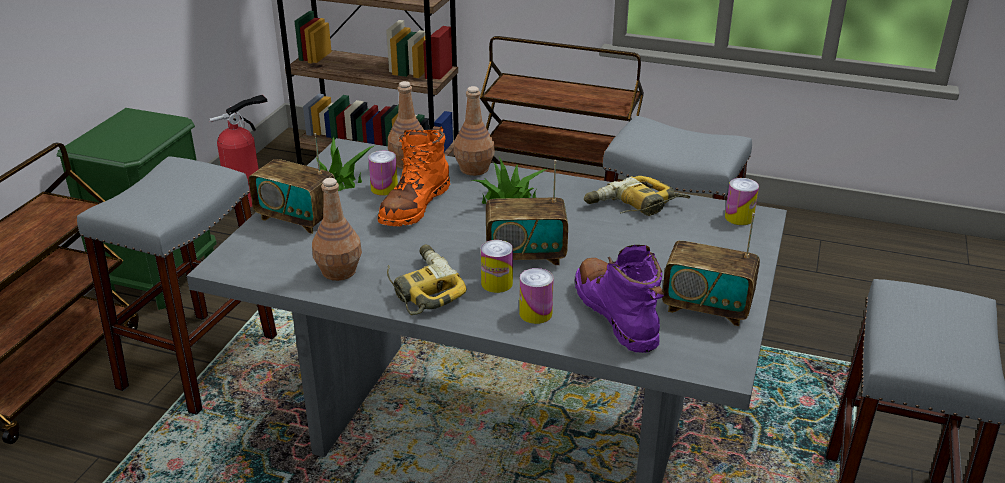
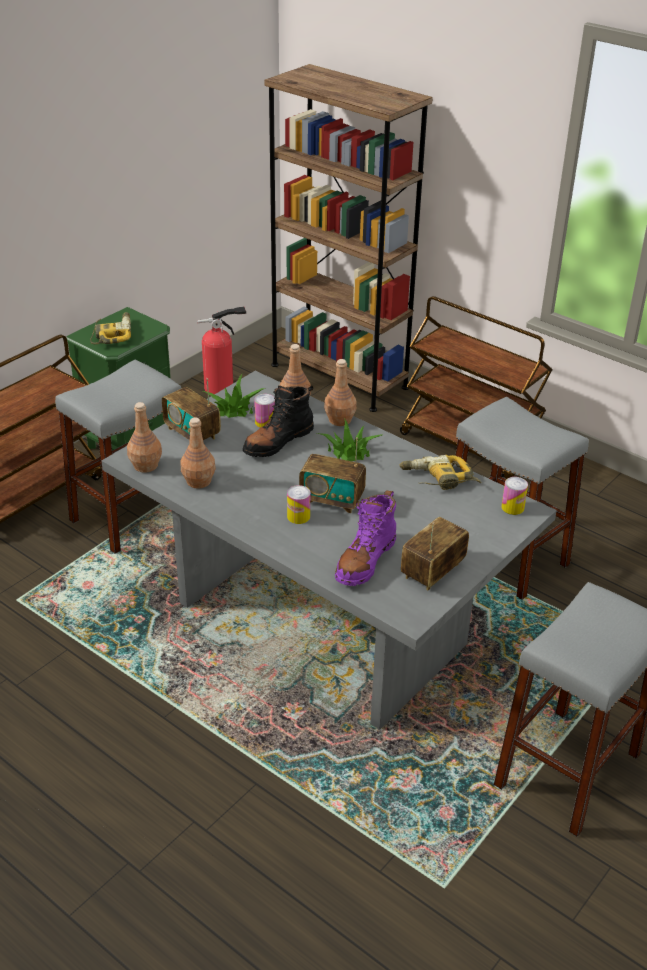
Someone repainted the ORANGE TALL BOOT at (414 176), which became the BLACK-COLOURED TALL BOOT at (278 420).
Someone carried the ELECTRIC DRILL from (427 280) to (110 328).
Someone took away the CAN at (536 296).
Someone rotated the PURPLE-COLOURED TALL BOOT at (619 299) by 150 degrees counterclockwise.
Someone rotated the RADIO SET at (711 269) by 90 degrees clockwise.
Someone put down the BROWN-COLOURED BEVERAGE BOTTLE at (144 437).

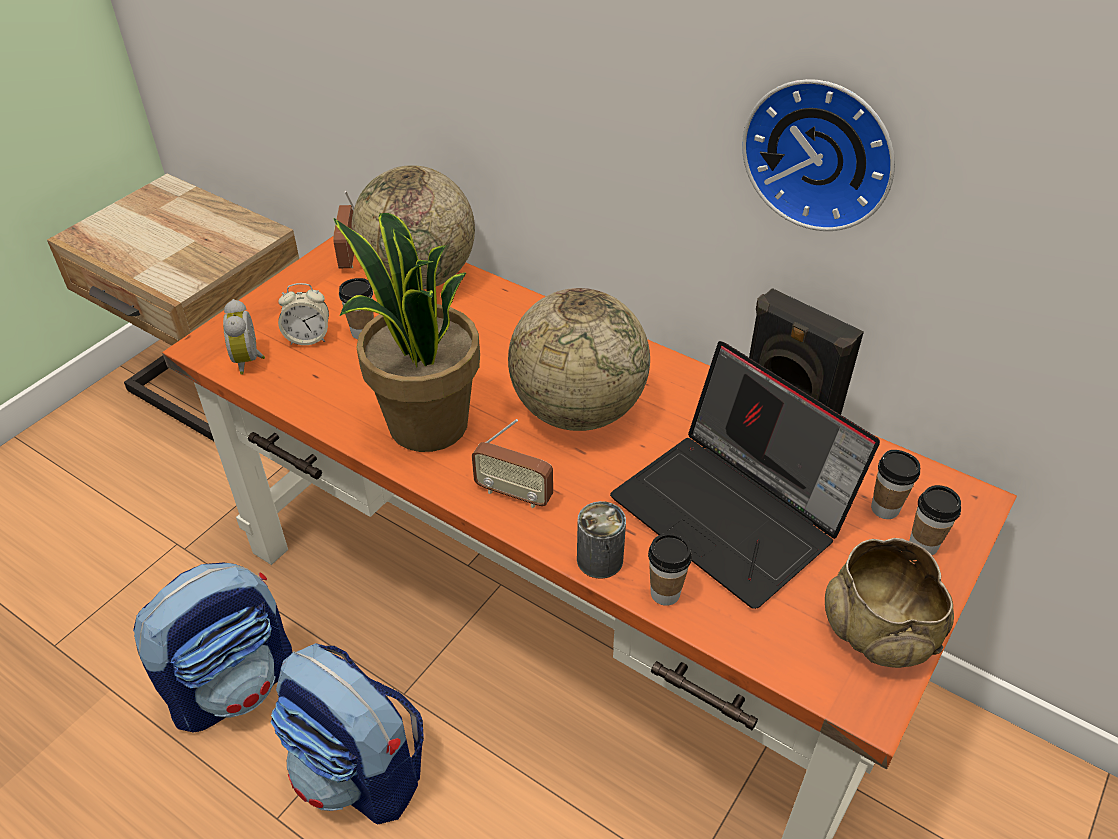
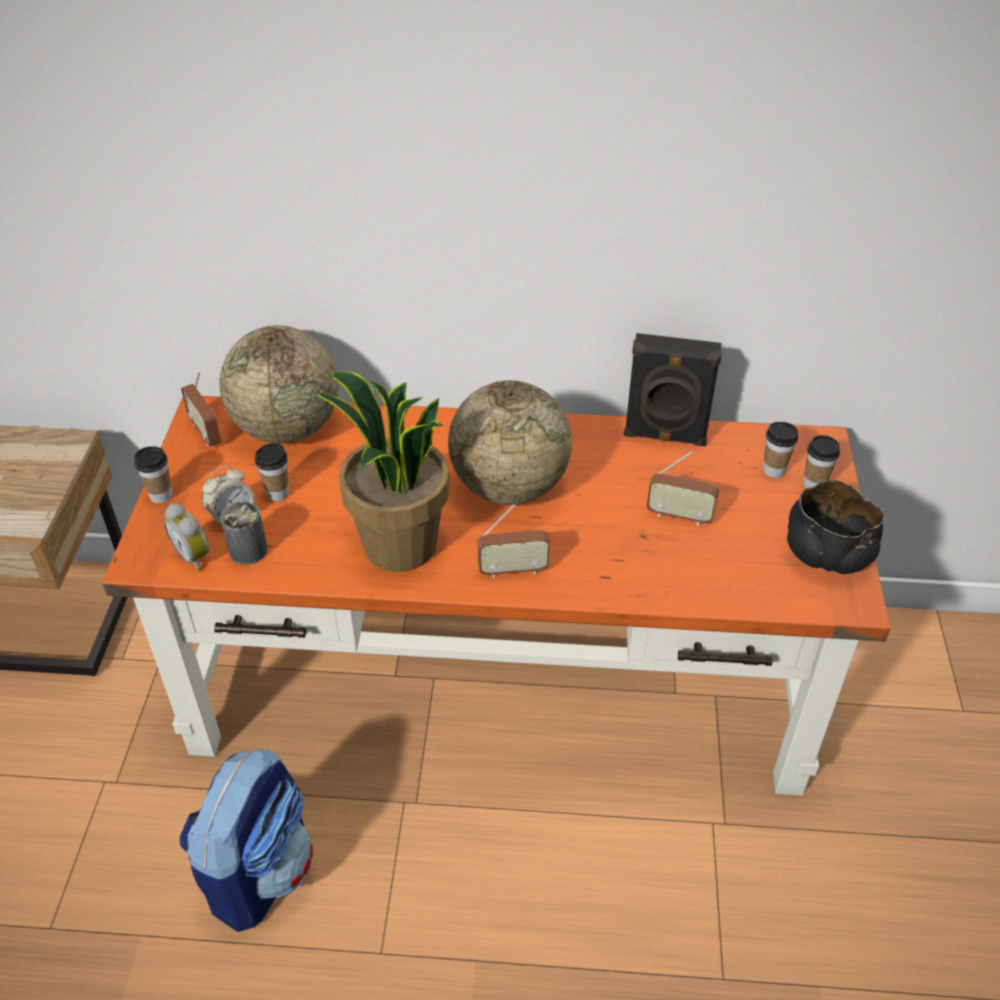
Someone took away the KNAPSACK at (347 733).
Someone carried the CAN from (601 540) to (244 533).
Someone swapped the NOTEBOOK COMPUTER at (745 475) for the RADIO SET at (683 488).
Someone carried the CUP from (670 569) to (153 475).
Someone took away the CLOCK ON THE WALL at (818 155).
Someone repainted the BEIGE BOWL at (889 603), which became the BLACK-COLOURED BOWL at (835 527).

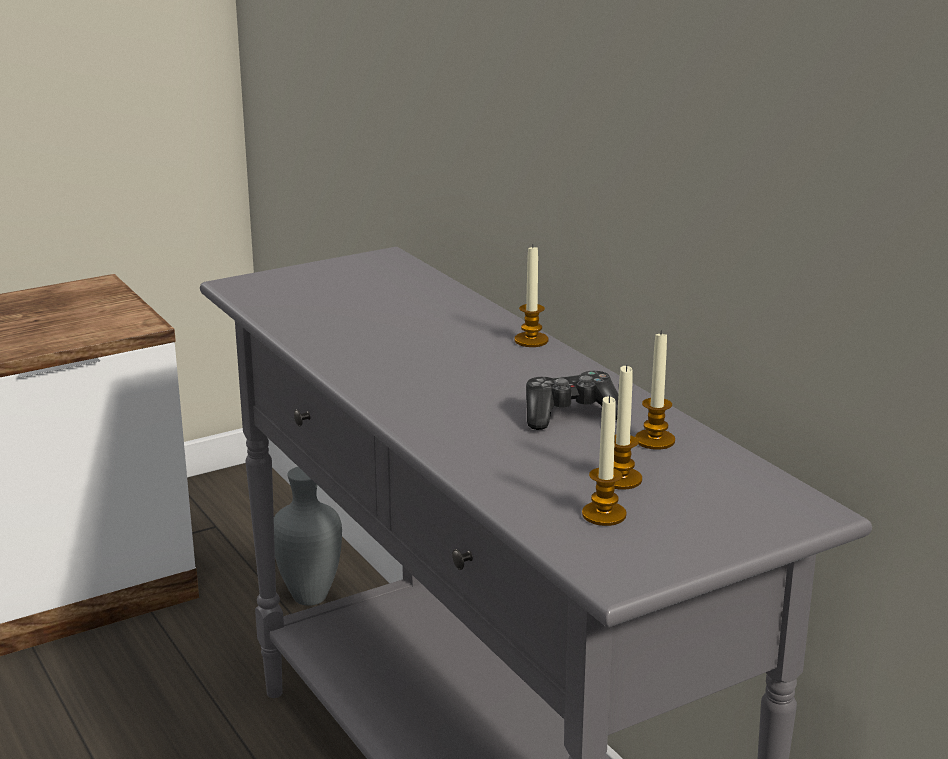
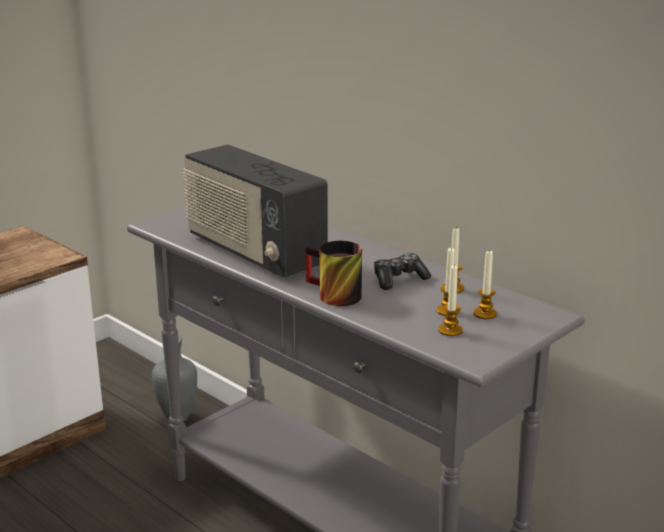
Someone carried the WAX LIGHT from (531 296) to (485 284).
Someone put down the RADIO SET at (255 211).
Someone put down the COFFEE MUG at (334 273).

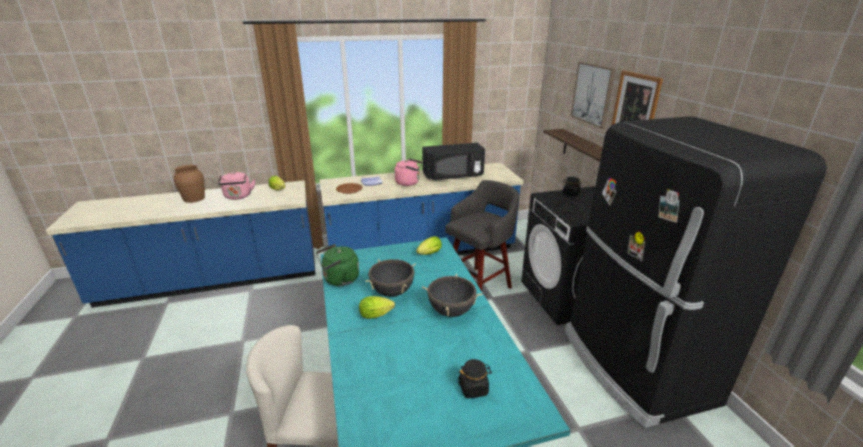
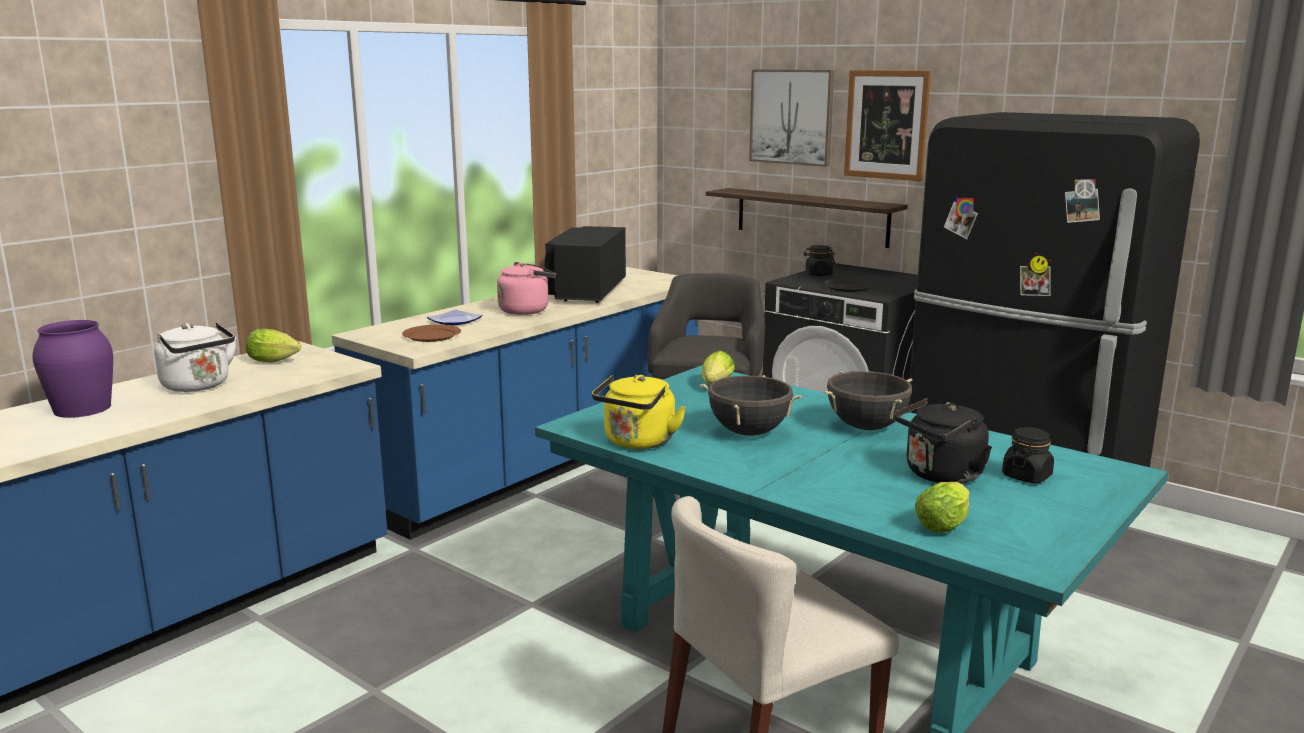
Someone repainted the BROWN-COLOURED DECORATIVE VASE at (189 184), which became the PURPLE-COLOURED DECORATIVE VASE at (72 369).
Someone repainted the PINKISH KETTLE at (236 186), which became the WHITISH KETTLE at (195 357).
Someone repainted the GREEN KETTLE at (337 265), which became the YELLOW KETTLE at (639 412).
Someone carried the HEAD OF LETTUCE from (377 307) to (942 507).
Someone rotated the BLACK-COLOURED MICROWAVE OVEN at (453 161) by 150 degrees clockwise.
Someone put down the BLACK-COLOURED KETTLE at (943 441).

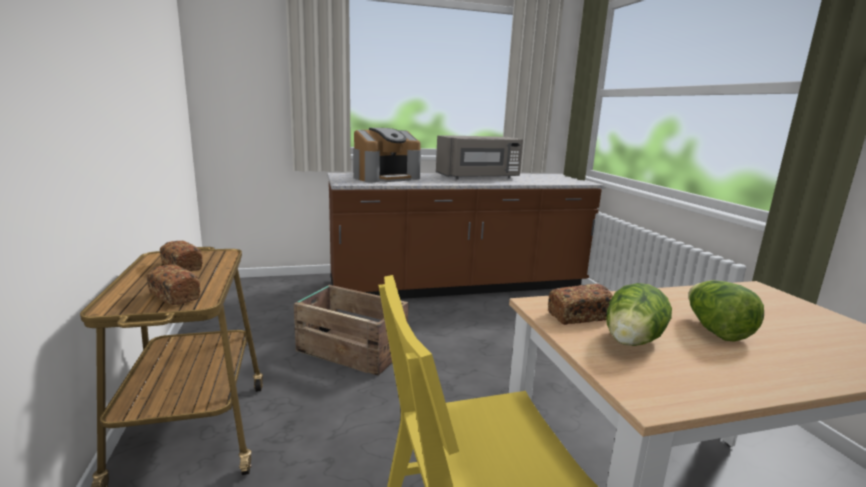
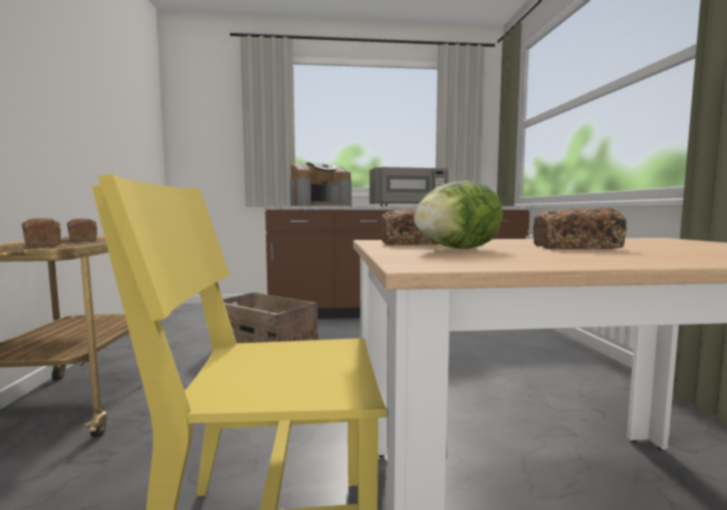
Someone swapped the HEAD OF LETTUCE at (726 311) for the BREAD at (580 228).

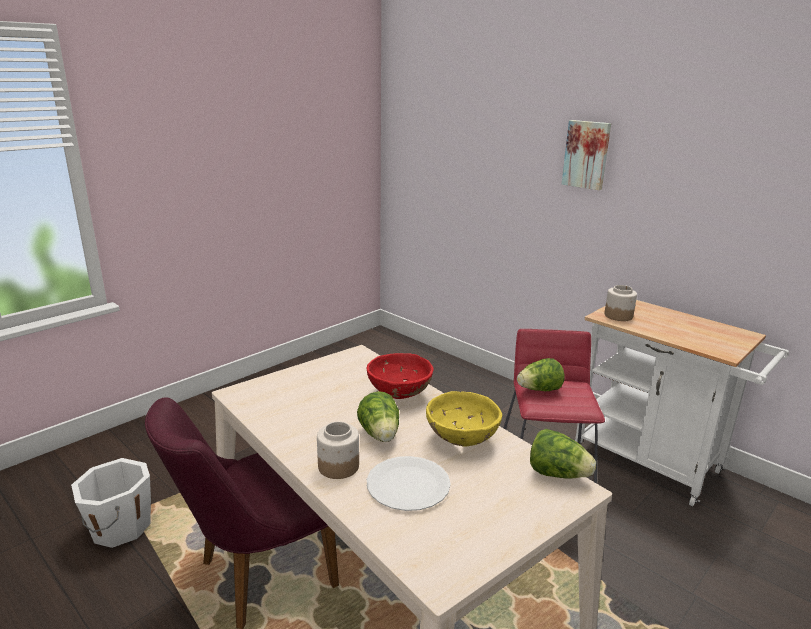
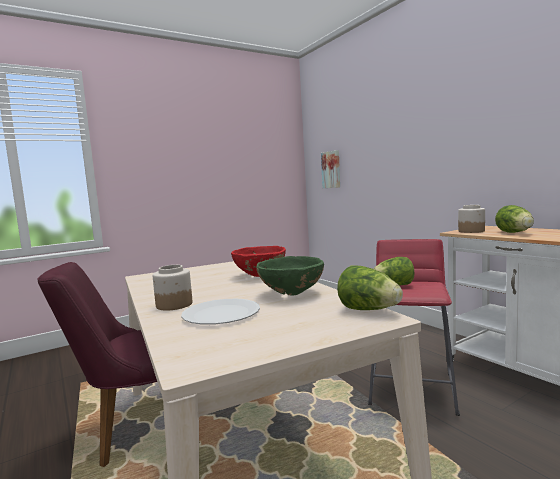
Someone took away the WHITISH PAIL at (111 503).
Someone carried the HEAD OF LETTUCE from (378 416) to (514 219).
Someone repainted the YELLOW BOWL at (464 419), which became the GREEN BOWL at (290 276).
Someone carried the WALL PICTURE from (586 155) to (330 169).

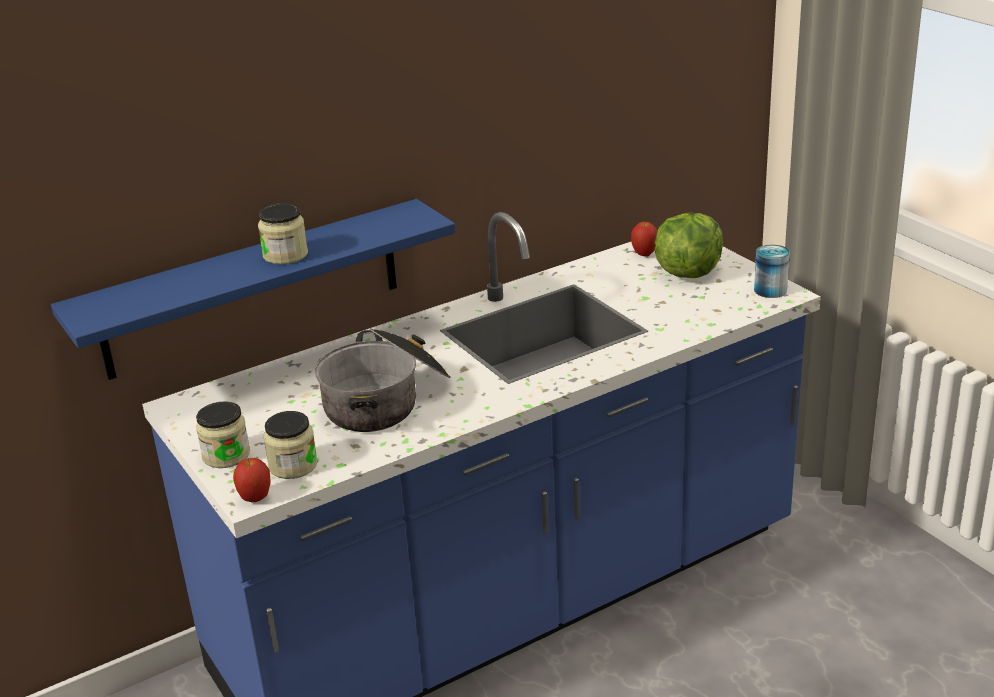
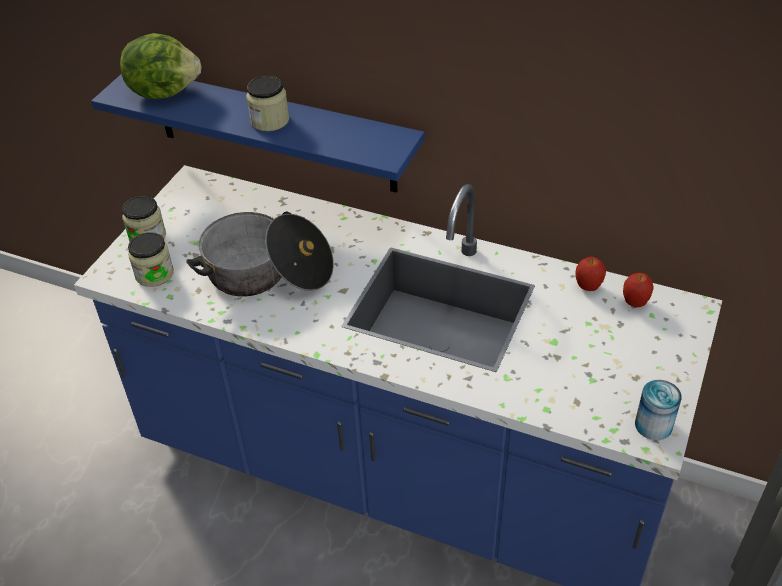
Someone carried the WHOLE APPLE from (252 480) to (591 274).
Someone carried the HEAD OF LETTUCE from (689 245) to (160 66).

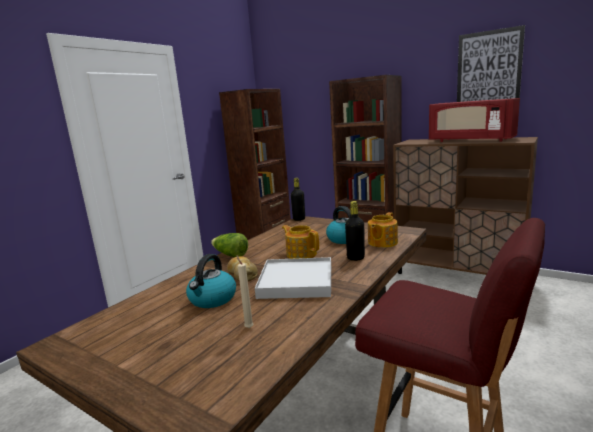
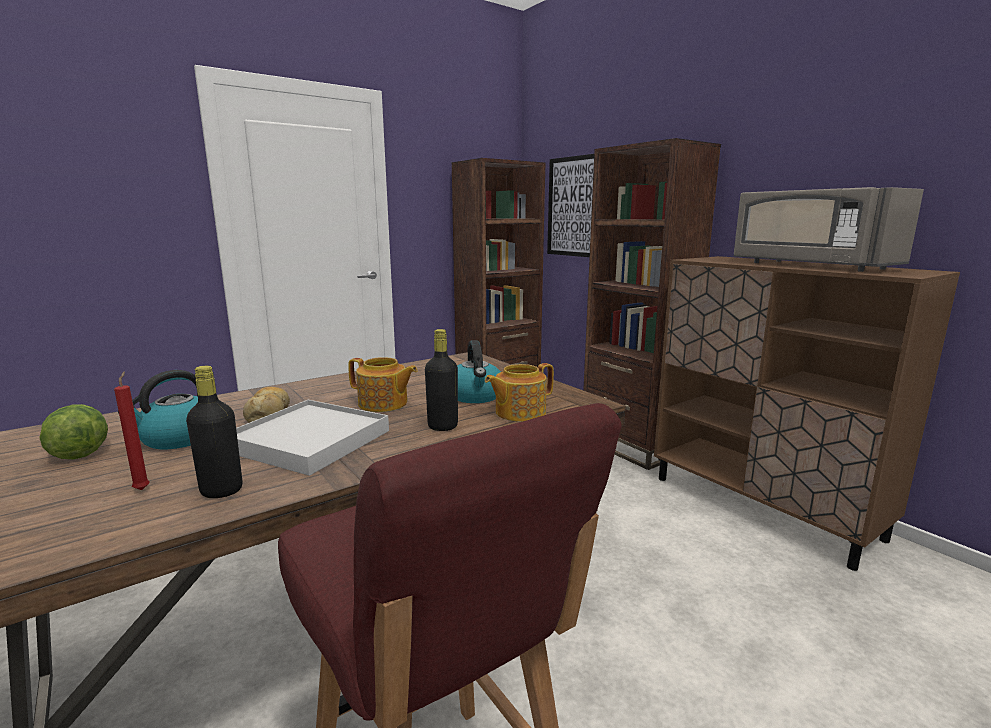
Someone carried the HEAD OF LETTUCE from (229 245) to (73 431).
Someone repainted the BEIGE WAX LIGHT at (245 291), which became the RED WAX LIGHT at (131 431).
Someone rotated the POT FOR TEA at (300 242) by 135 degrees clockwise.
Someone carried the BLACK-COLOURED BEVERAGE BOTTLE from (298 199) to (214 432).
Someone repainted the RED MICROWAVE OVEN at (474 120), which became the GRAY MICROWAVE OVEN at (829 229).
Someone carried the WALL PICTURE from (491 63) to (570 205).

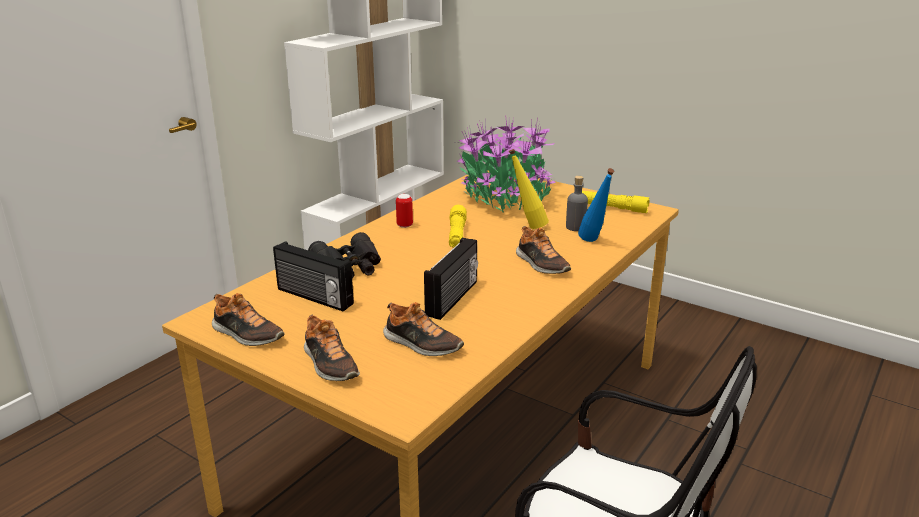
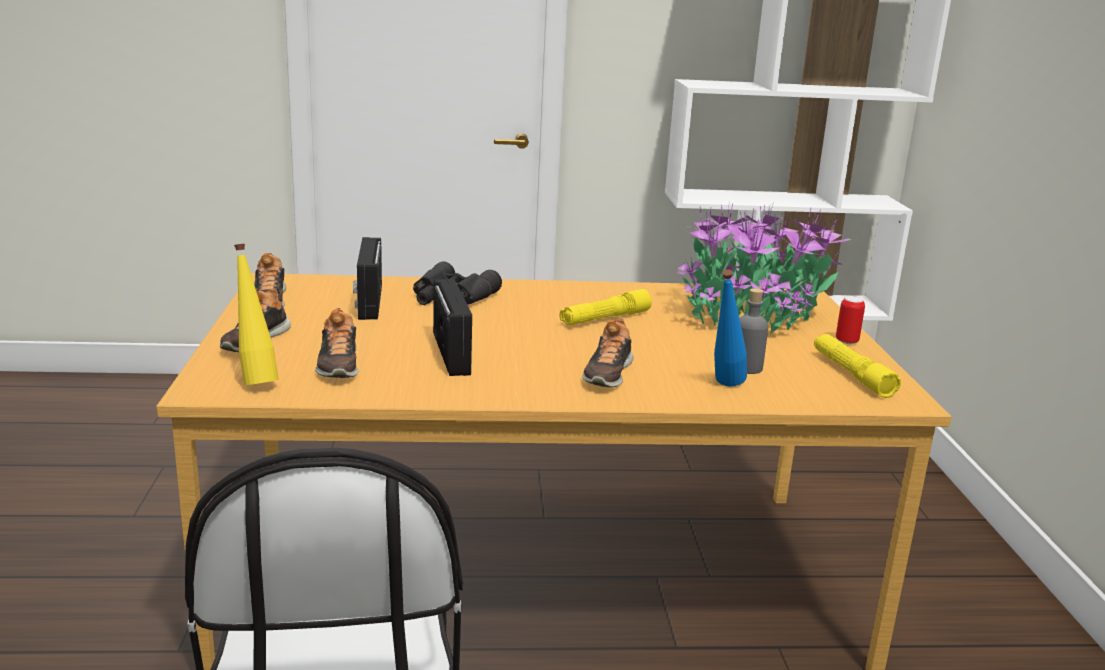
Someone carried the CAN from (404 211) to (850 320).
Someone rotated the RADIO SET at (451 279) by 90 degrees counterclockwise.
Someone carried the YELLOW BEVERAGE BOTTLE from (529 189) to (256 314).

